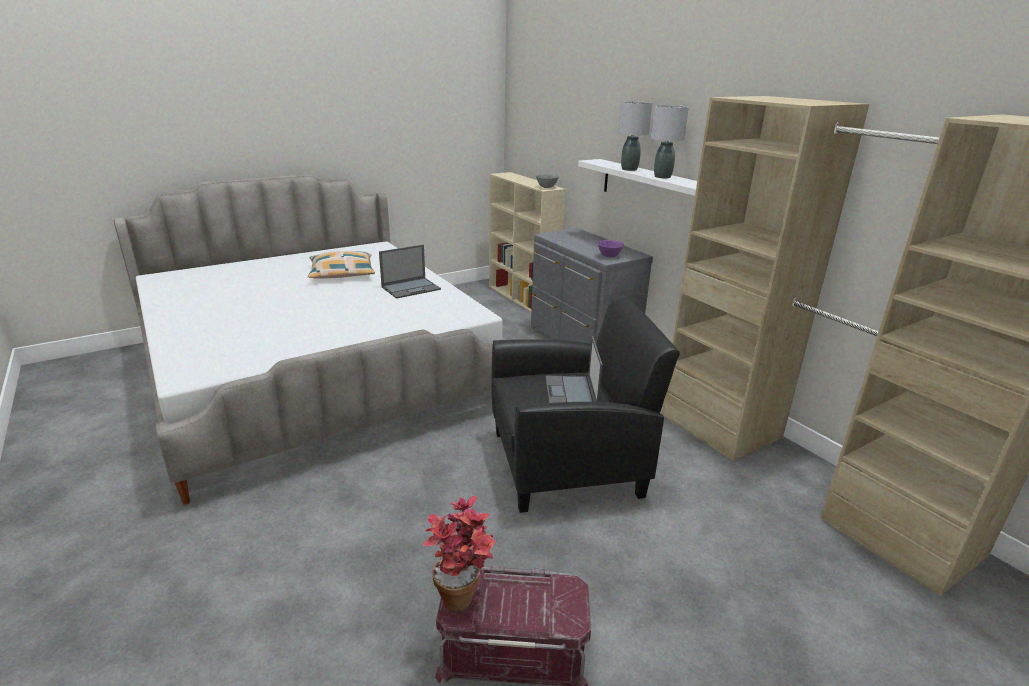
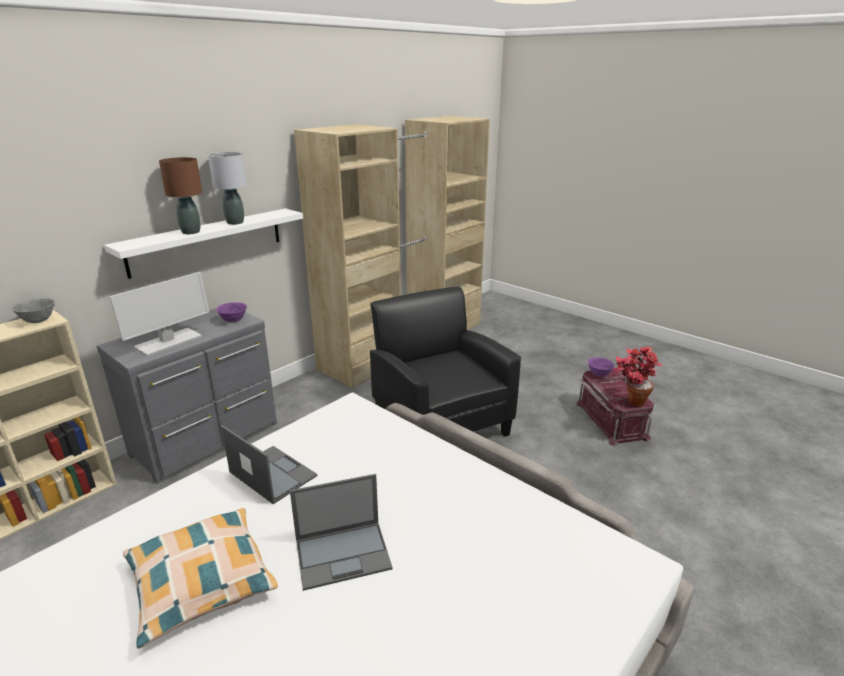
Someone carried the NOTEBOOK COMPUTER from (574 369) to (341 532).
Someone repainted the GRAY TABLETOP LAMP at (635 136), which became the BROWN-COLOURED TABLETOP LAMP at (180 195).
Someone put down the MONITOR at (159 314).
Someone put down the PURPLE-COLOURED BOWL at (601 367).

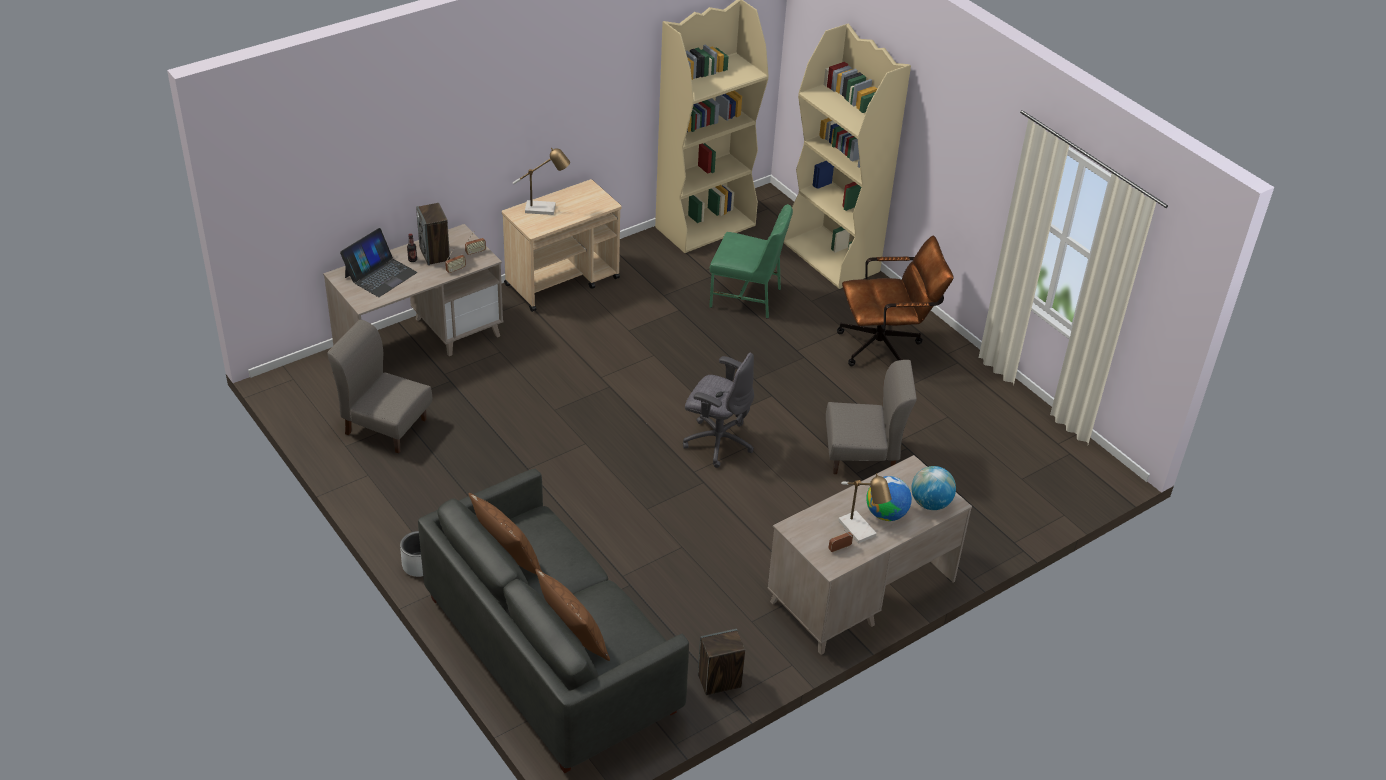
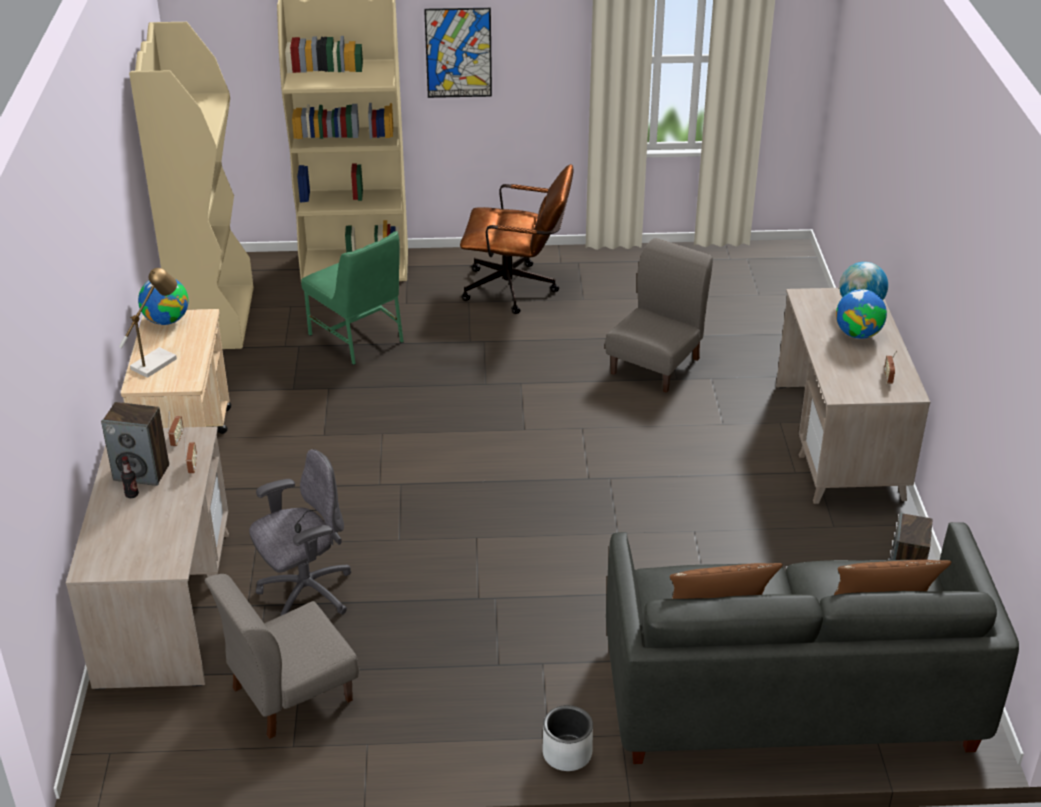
Someone took away the NOTEBOOK COMPUTER at (378 262).
Someone carried the GRAY OFFICE CHAIR from (718 410) to (300 532).
Someone rotated the GREEN PLAIN CHAIR at (751 261) by 90 degrees clockwise.
Someone rotated the BROWN-COLOURED OFFICE CHAIR at (895 301) by 75 degrees clockwise.
Someone took away the TABLETOP LAMP at (865 508).
Someone put down the DESK GLOBE at (163 302).
Someone put up the WALL PICTURE at (458 53).

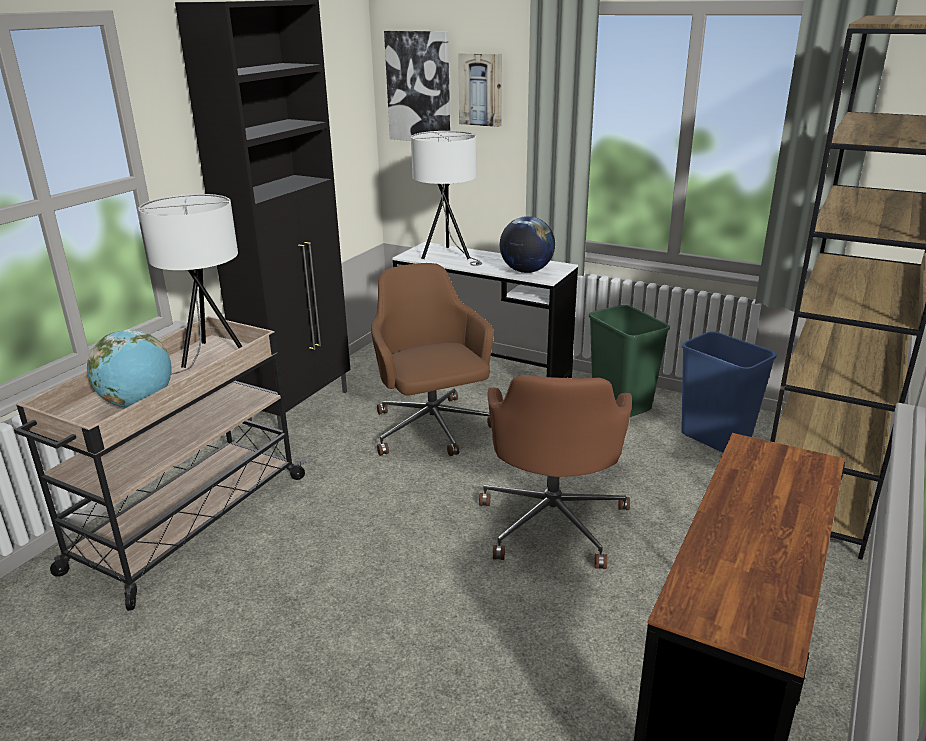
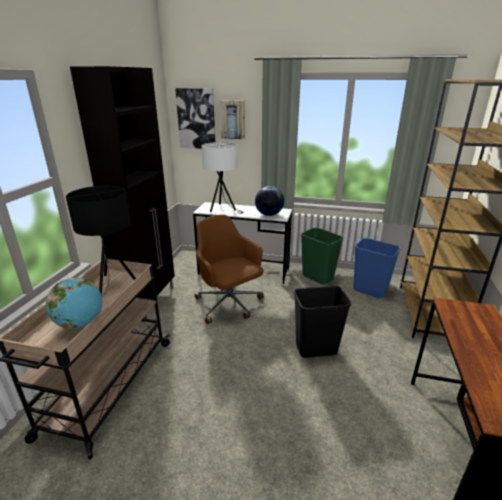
Someone repainted the WHITISH TABLETOP LAMP at (190 284), which became the BLACK-COLOURED TABLETOP LAMP at (101 241).
Someone swapped the BROWN-COLOURED OFFICE CHAIR at (555 472) for the BLACK-COLOURED TRASH CAN at (322 321).

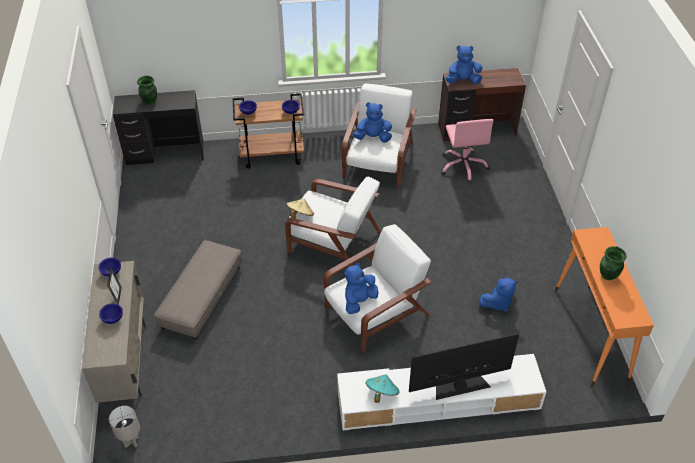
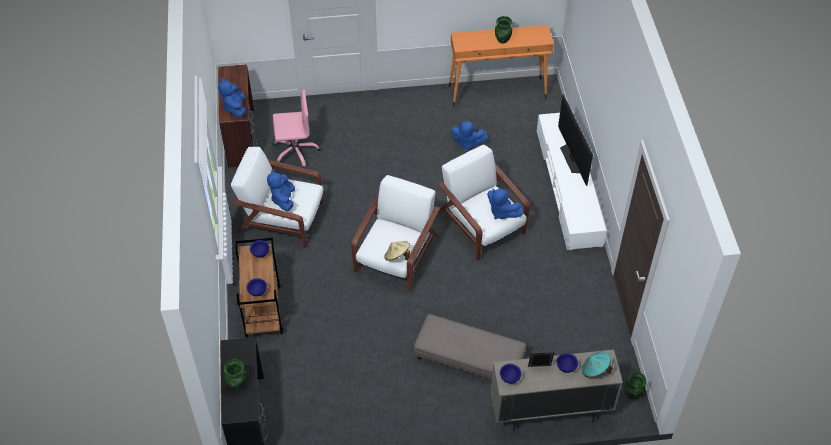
Someone swapped the GRAY TABLETOP LAMP at (124 427) for the GREEN DECORATIVE VASE at (635 385).
Someone carried the TURQUOISE-COLOURED WEARABLE HAT from (383 389) to (597 365).
Someone rotated the BLUE-COLOURED PLUSH TOY at (498 294) by 135 degrees clockwise.

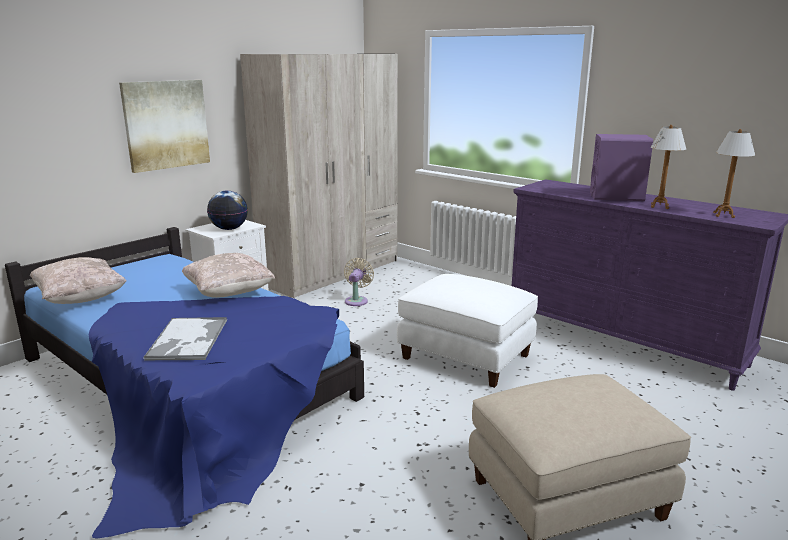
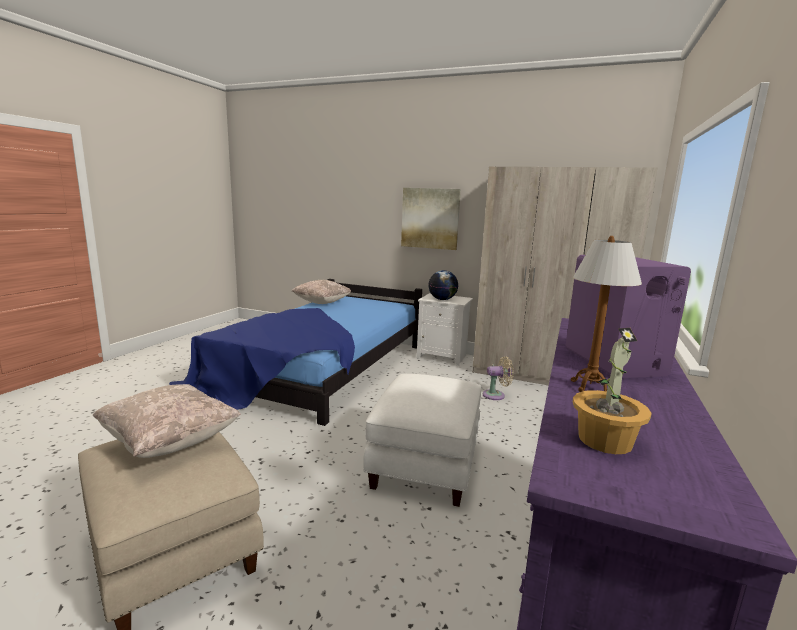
Someone took away the SERVING TRAY at (185 339).
Someone carried the BEIGE PILLOW from (228 275) to (167 421).
Someone swapped the TABLETOP LAMP at (734 173) for the POTTED PLANT at (612 391).

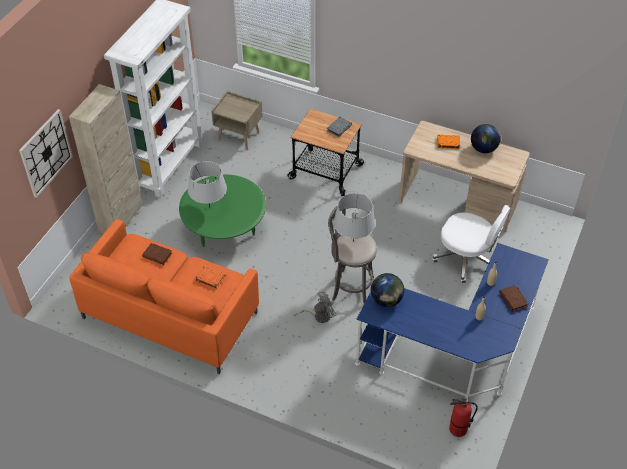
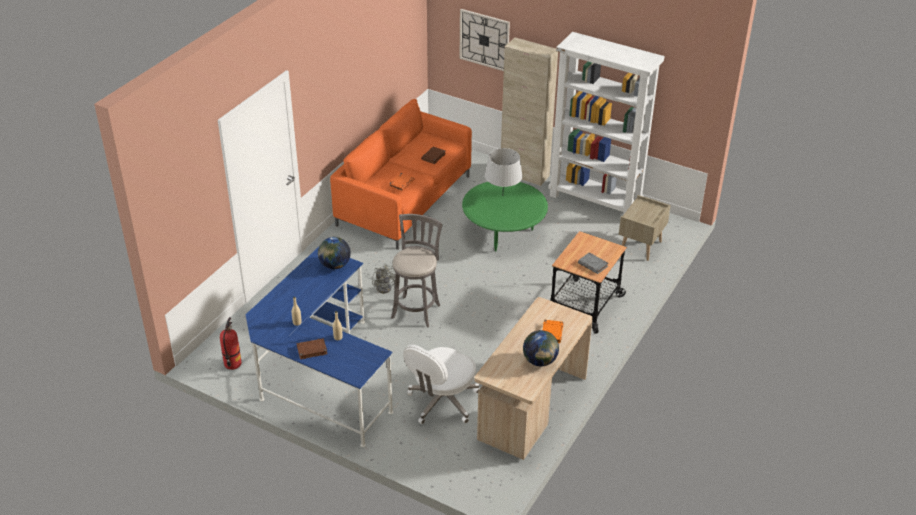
Someone took away the GRAY TABLETOP LAMP at (354 217).

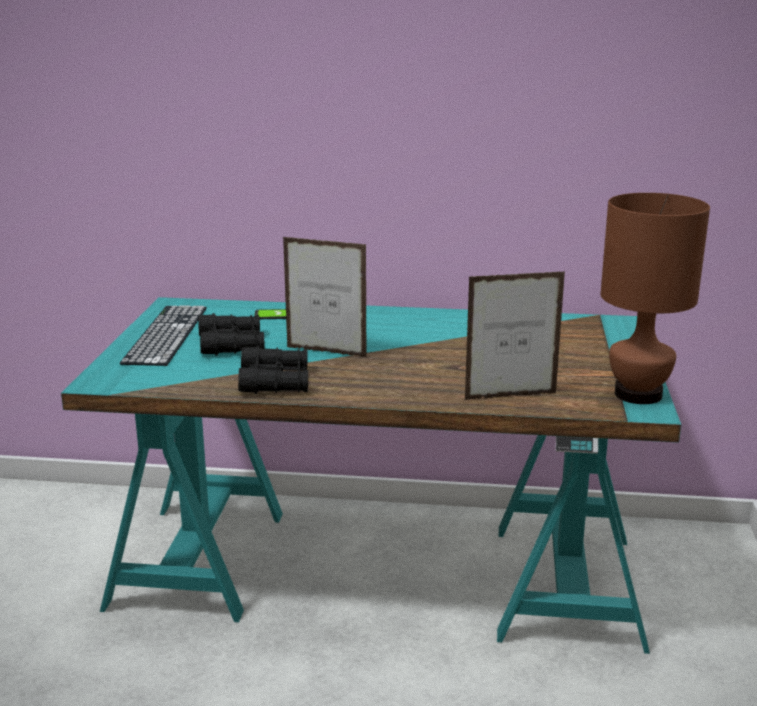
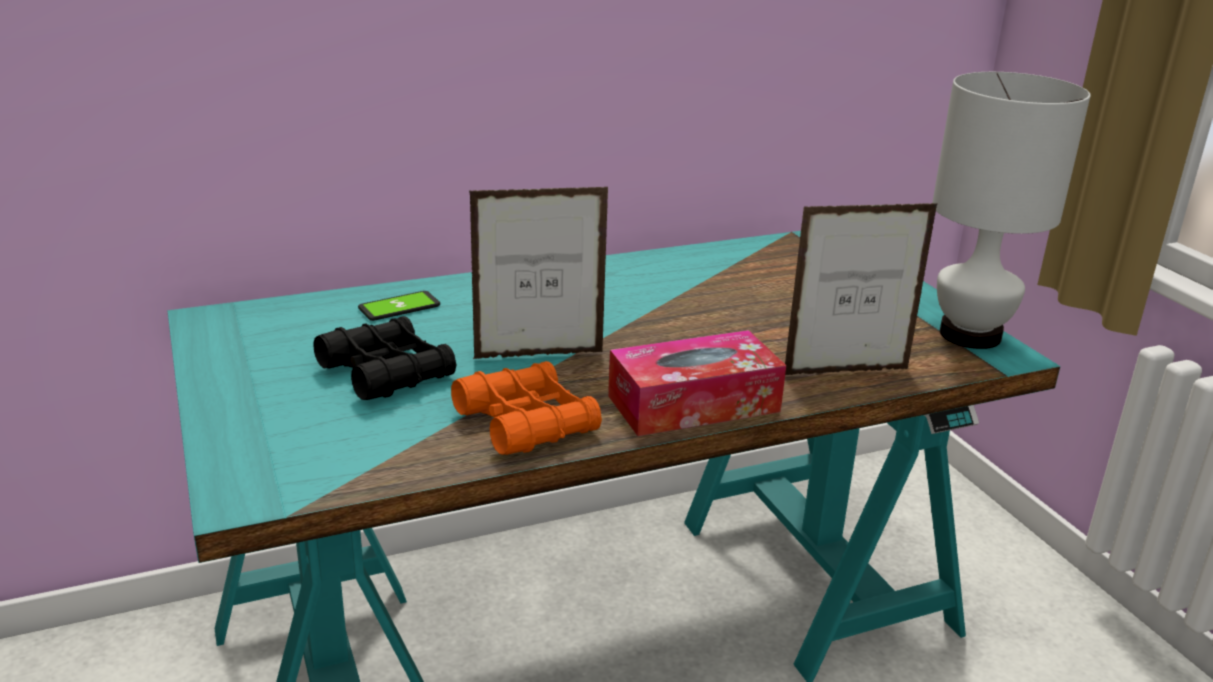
Someone took away the KEYBOARD at (163 335).
Someone repainted the BLACK-COLOURED FIELD GLASSES at (273 370), which became the ORANGE FIELD GLASSES at (526 408).
Someone rotated the PICTURE FRAME at (514 335) by 150 degrees counterclockwise.
Someone repainted the BROWN-COLOURED TABLETOP LAMP at (655 298), which became the WHITISH TABLETOP LAMP at (1011 210).
Someone put down the TISSUE HOLDER at (697 383).

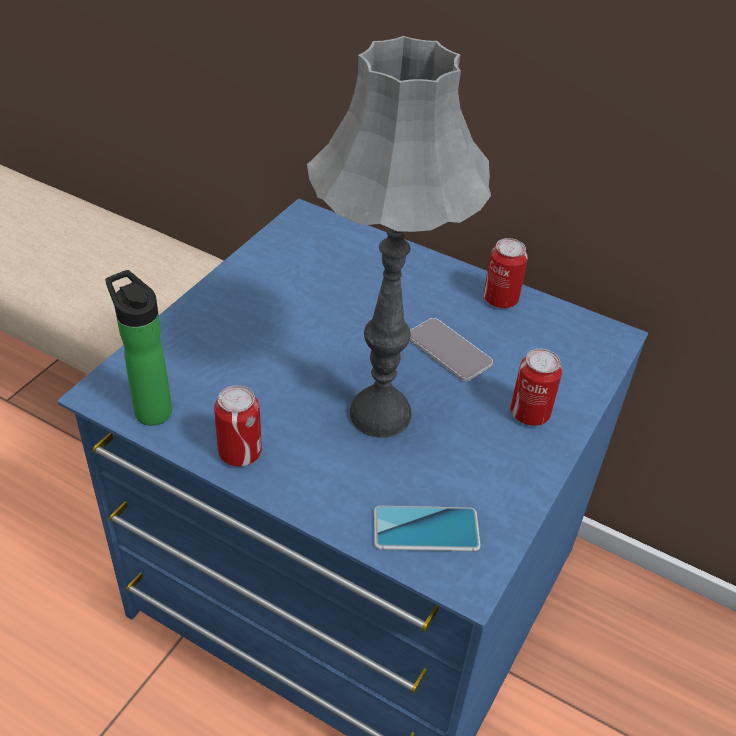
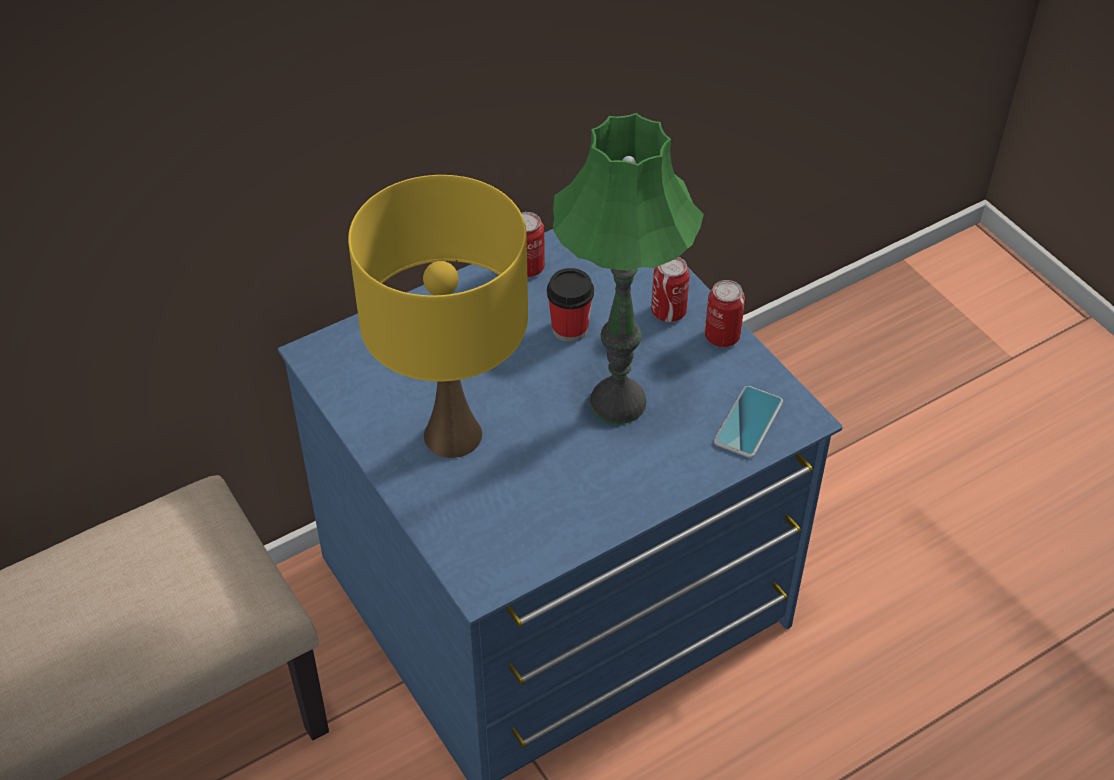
Someone took away the BEVERAGE BOTTLE at (138 348).
Someone carried the CAN from (238 425) to (725 313).
Someone repainted the GRAY TABLETOP LAMP at (399 237), which became the GREEN TABLETOP LAMP at (628 268).
Someone swapped the PHONE at (451 350) for the CUP at (570 305).
Someone put down the YELLOW TABLETOP LAMP at (438 316).

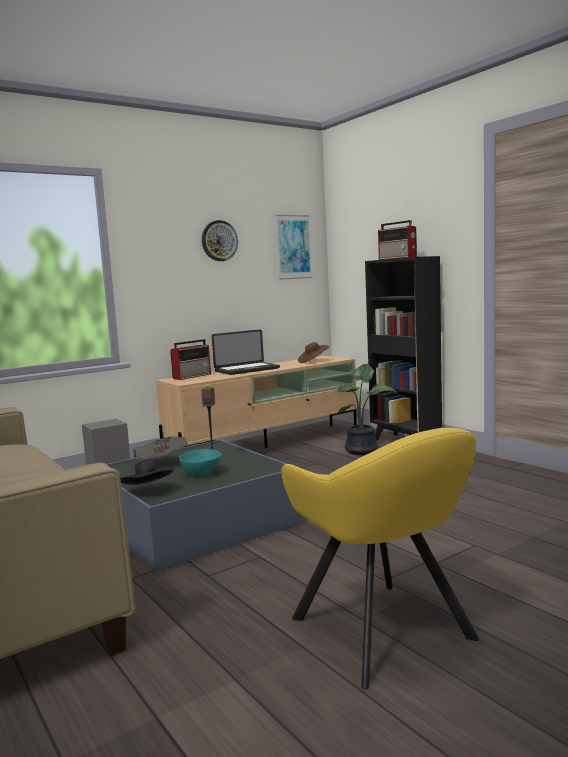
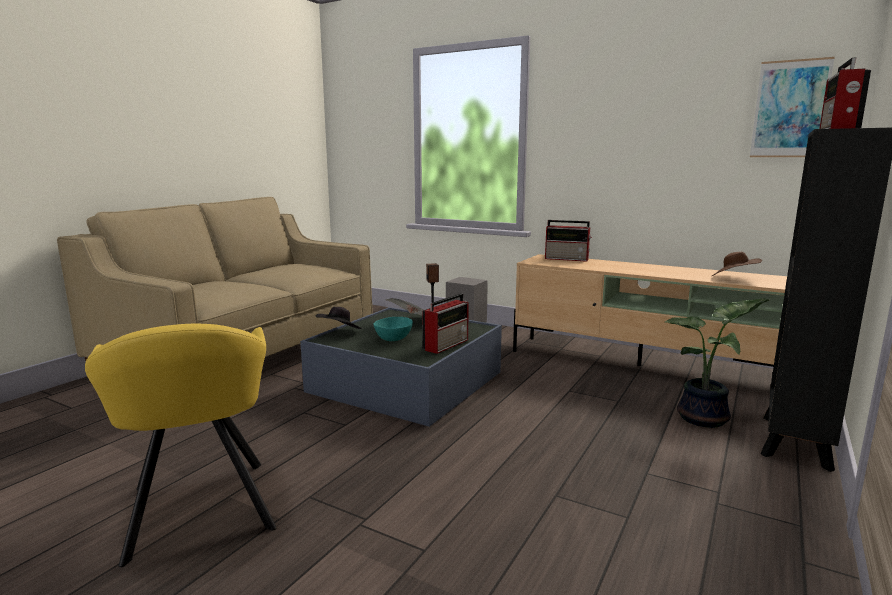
Someone took away the CLOCK ON THE WALL at (220 240).
Someone took away the NOTEBOOK COMPUTER at (246 352).
Someone rotated the YELLOW EASY CHAIR at (380 559) by 60 degrees counterclockwise.
Someone put down the RADIO SET at (445 324).

